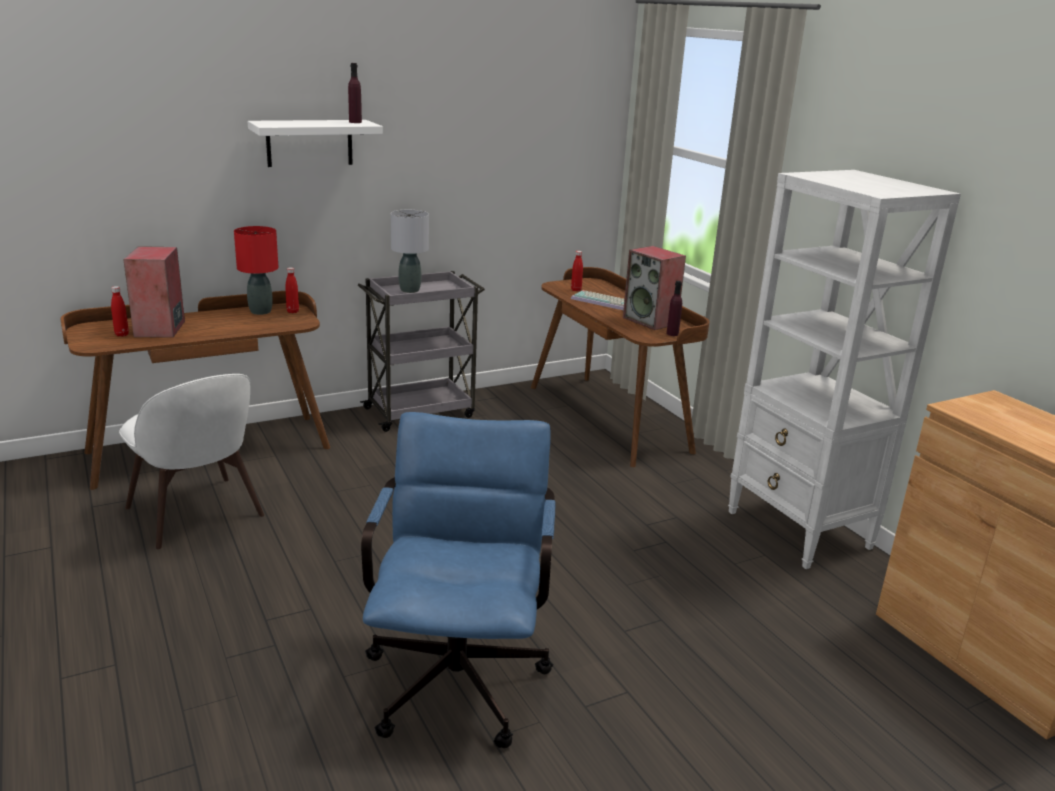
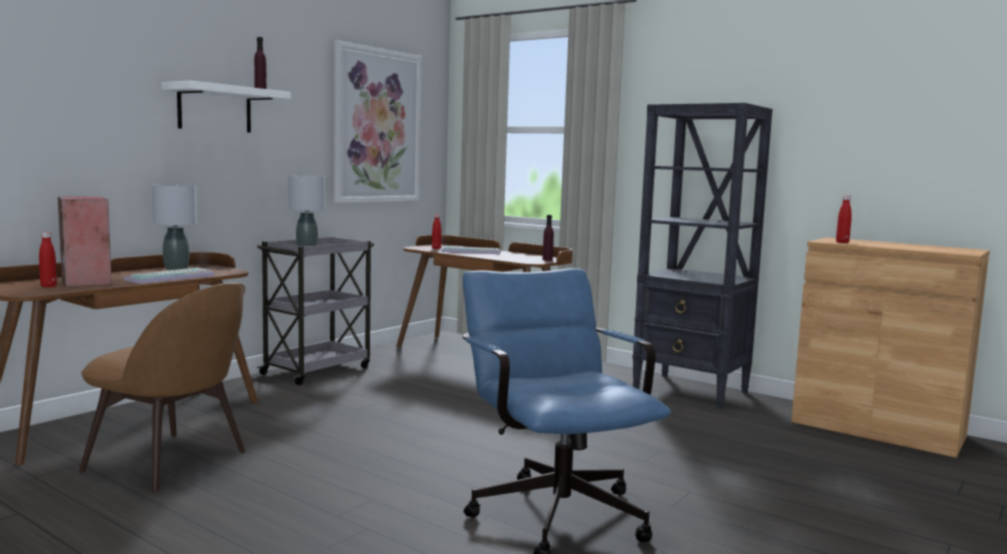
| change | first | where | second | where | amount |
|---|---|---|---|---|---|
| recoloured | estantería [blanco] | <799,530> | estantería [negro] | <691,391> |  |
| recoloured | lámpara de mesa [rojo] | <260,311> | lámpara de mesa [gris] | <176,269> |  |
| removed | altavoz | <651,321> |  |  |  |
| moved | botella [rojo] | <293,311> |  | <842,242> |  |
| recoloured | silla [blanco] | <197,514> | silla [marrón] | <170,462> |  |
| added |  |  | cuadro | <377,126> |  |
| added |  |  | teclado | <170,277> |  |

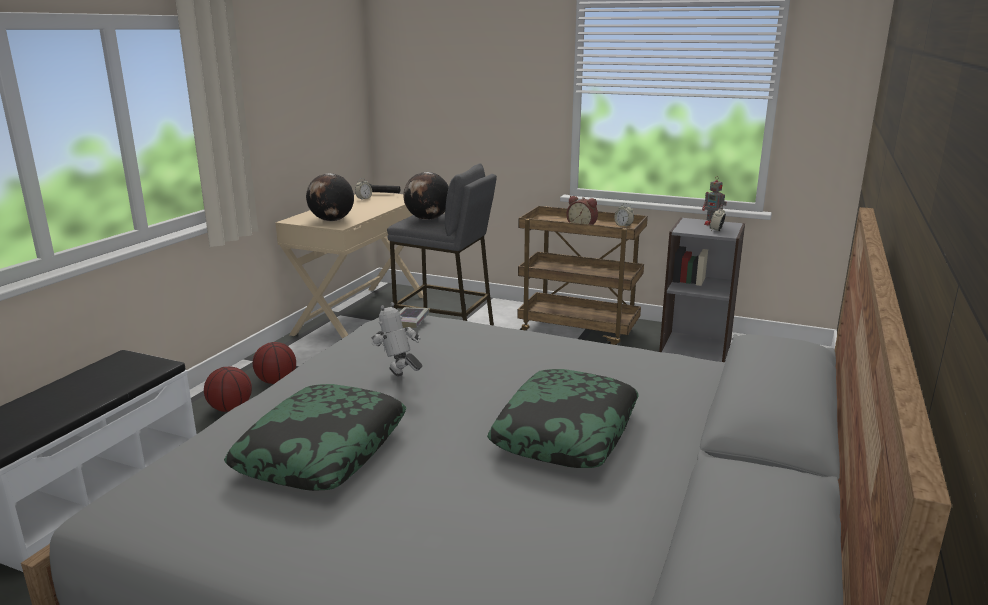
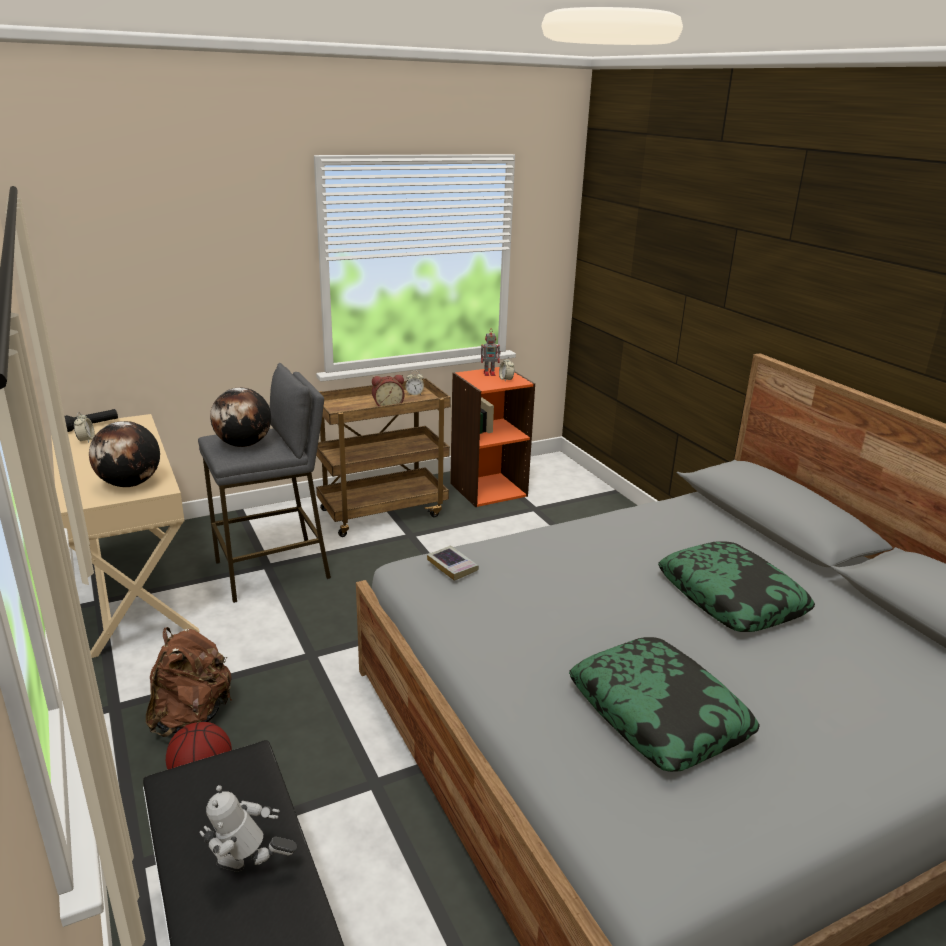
| change | first | where | second | where | amount |
|---|---|---|---|---|---|
| recoloured | estantería [gris] | <696,347> | estantería [naranja] | <488,489> |  |
| moved | robot de juguete | <399,379> |  | <249,873> |  |
| replaced | balón de baloncesto | <276,381> | mochila [marrón] | <191,716> |  |

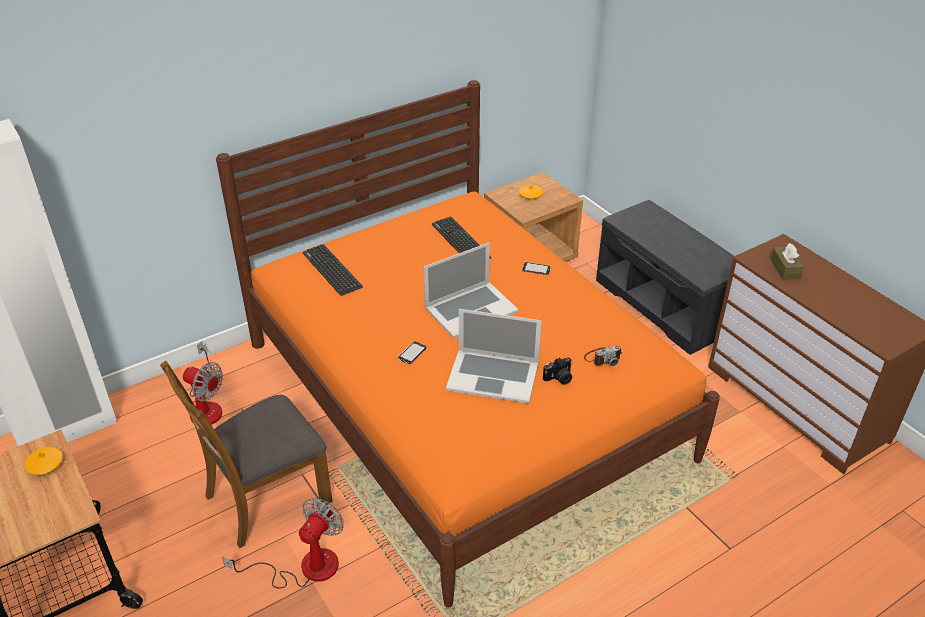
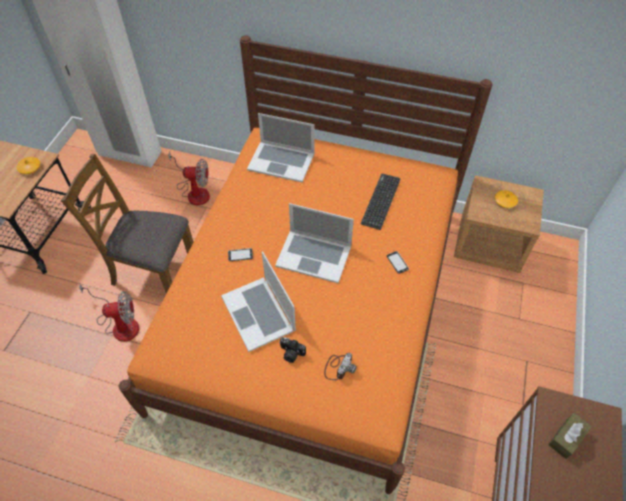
| change | first | where | second | where | amount |
|---|---|---|---|---|---|
| removed | banco [gris] | <665,305> |  |  |  |
| replaced | teclado | <332,270> | portátil | <281,161> |  |
| turned | ventilador | <206,406> |  | <194,191> | 75 degrees counterclockwise |
| turned | cámara | <602,358> |  | <338,367> | 90 degrees counterclockwise |

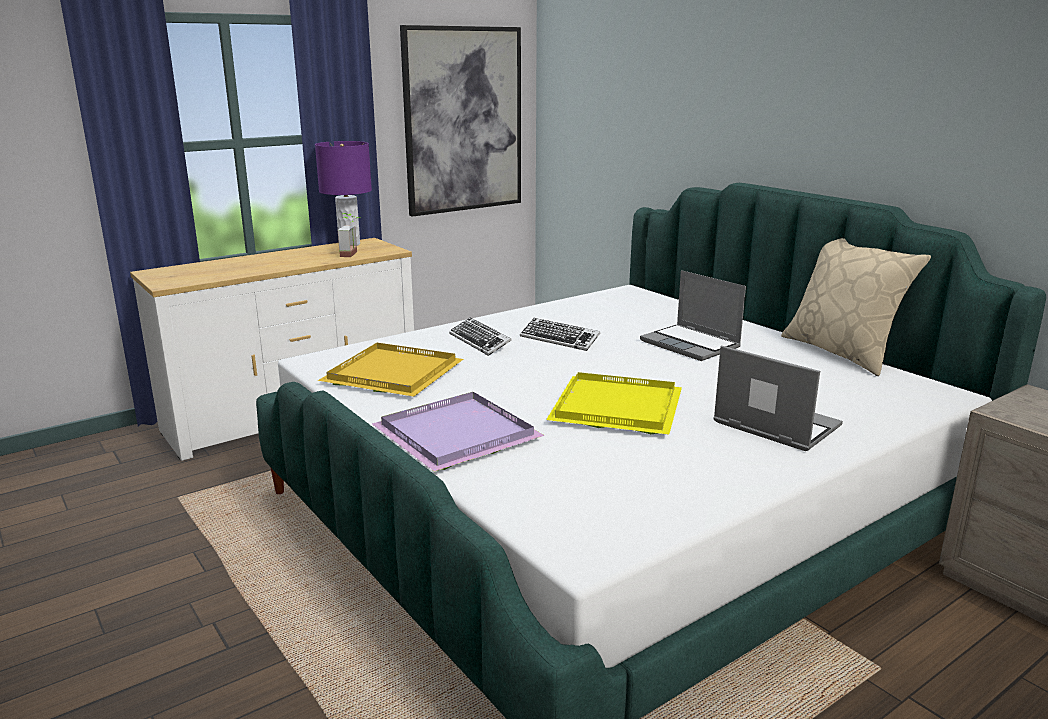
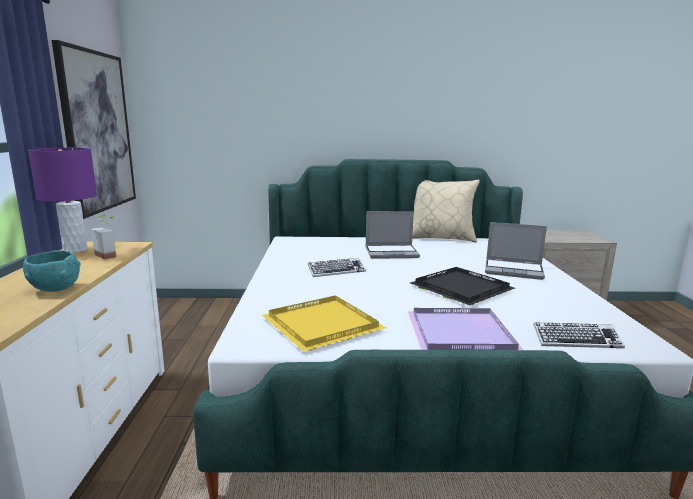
| change | first | where | second | where | amount |
|---|---|---|---|---|---|
| moved | teclado | <480,341> |  | <576,340> |  |
| turned | portátil | <774,425> |  | <514,270> | 150 degrees counterclockwise |
| recoloured | bandeja [amarillo] | <614,407> | bandeja [negro] | <459,288> |  |
| added |  |  | cuenco [turquesa] | <55,289> |  |

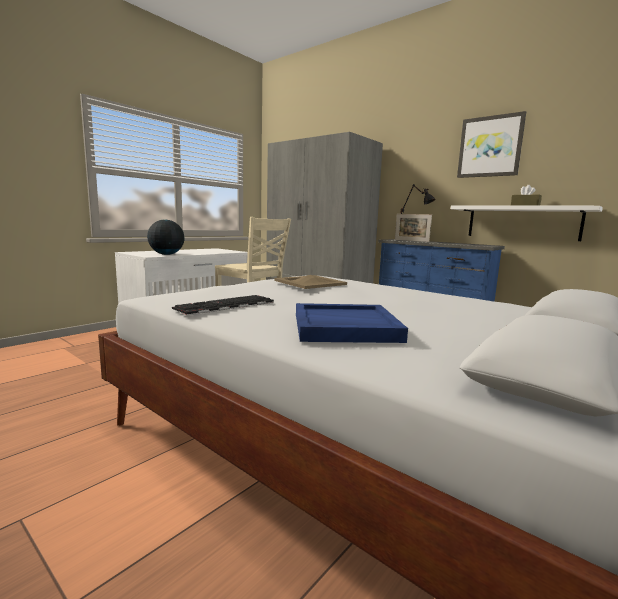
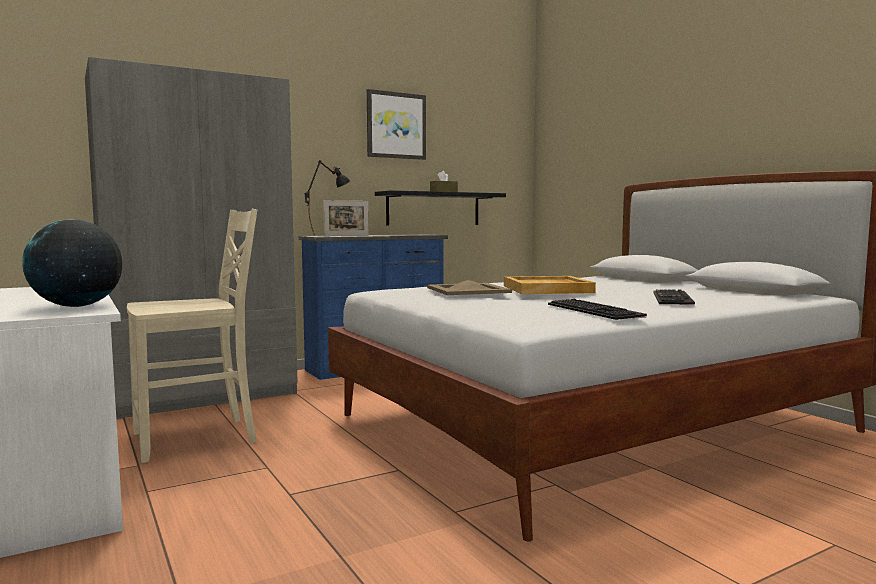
| change | first | where | second | where | amount |
|---|---|---|---|---|---|
| recoloured | estante [blanco] | <522,222> | estante [negro] | <433,209> |  |
| replaced | bandeja [azul] | <344,327> | teclado | <674,298> |  |
| added |  |  | bandeja [beis] | <548,289> |  |

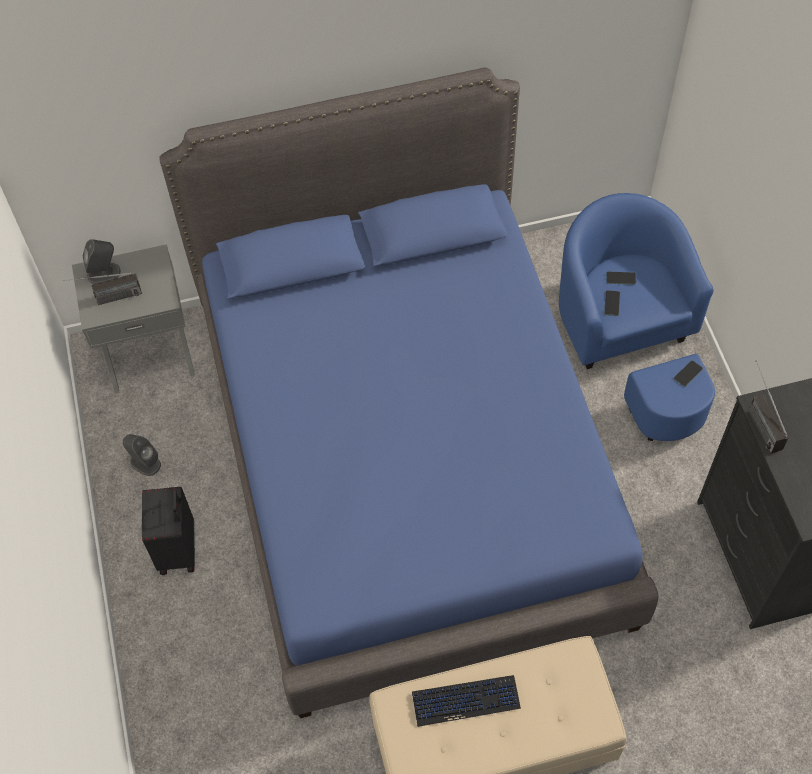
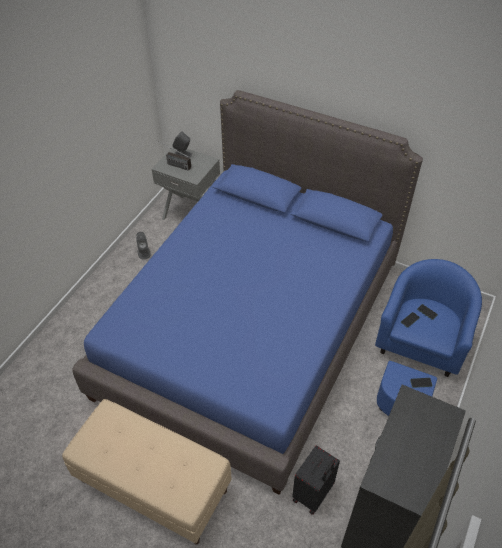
| change | first | where | second | where | amount |
|---|---|---|---|---|---|
| removed | radio | <757,419> |  |  |  |
| moved | maleta [negro] | <179,550> |  | <313,494> |  |
| removed | teclado | <466,700> |  |  |  |

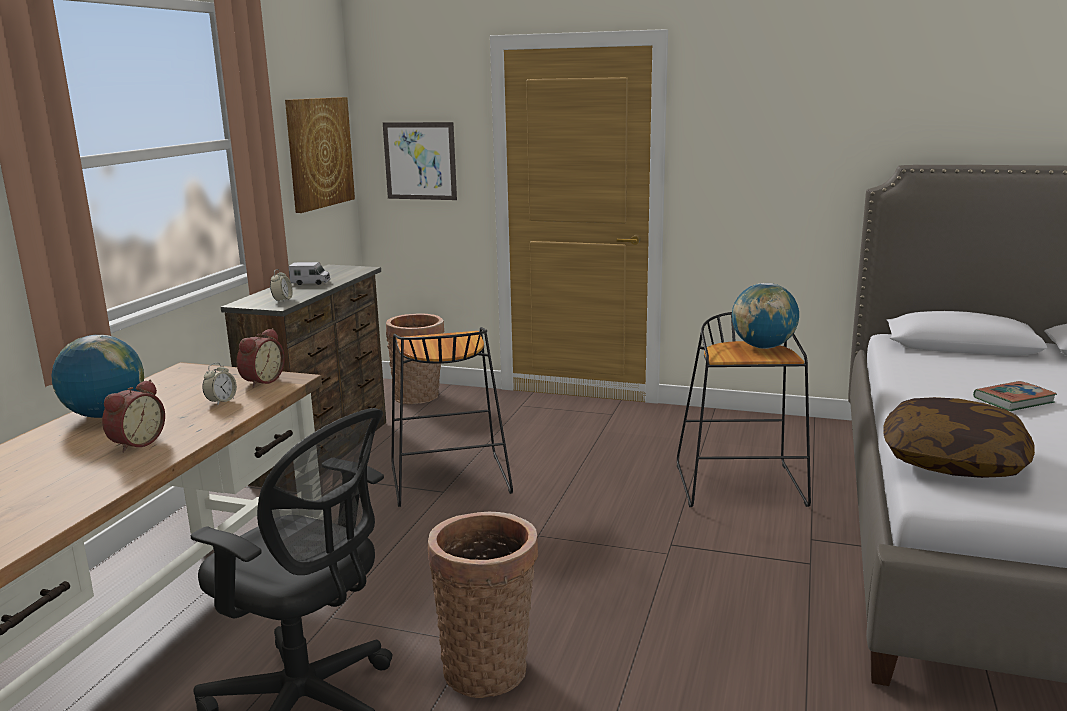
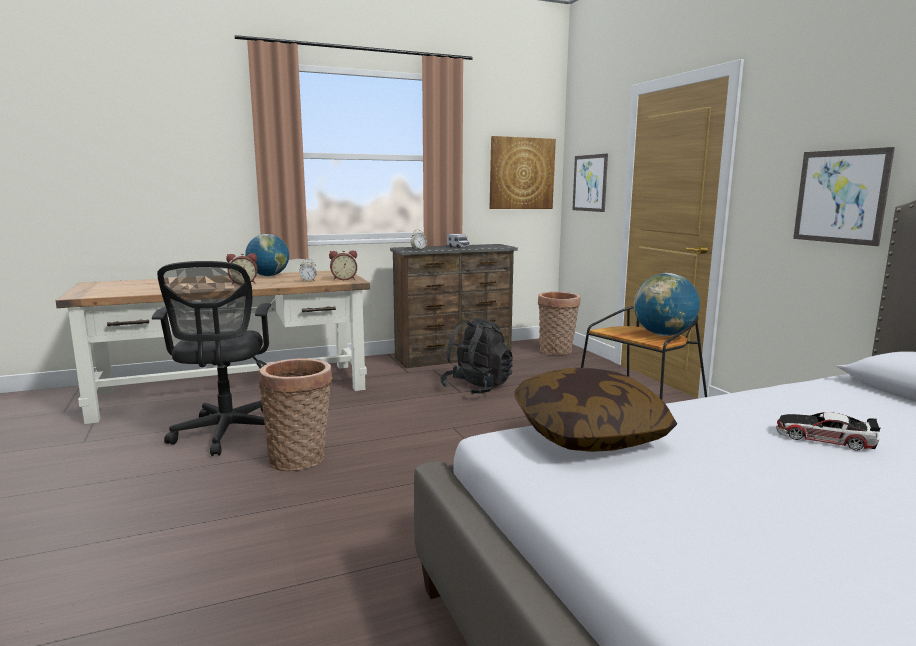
| change | first | where | second | where | amount |
|---|---|---|---|---|---|
| replaced | taburete [negro] | <448,478> | mochila [negro] | <476,388> |  |
| replaced | libro | <1013,400> | coche de juguete | <824,438> |  |
| added |  |  | cuadro | <840,196> |  |

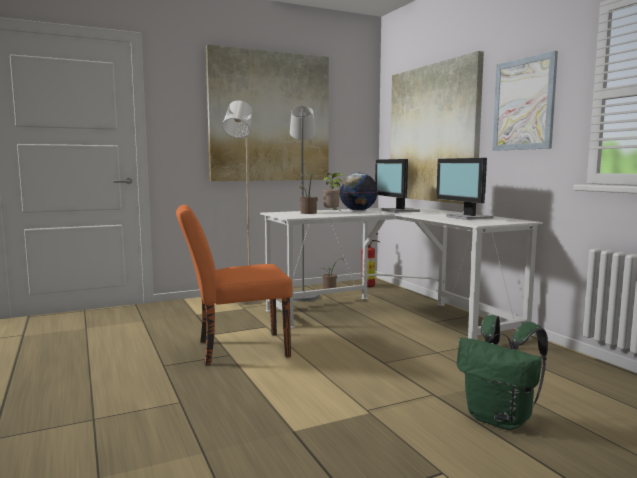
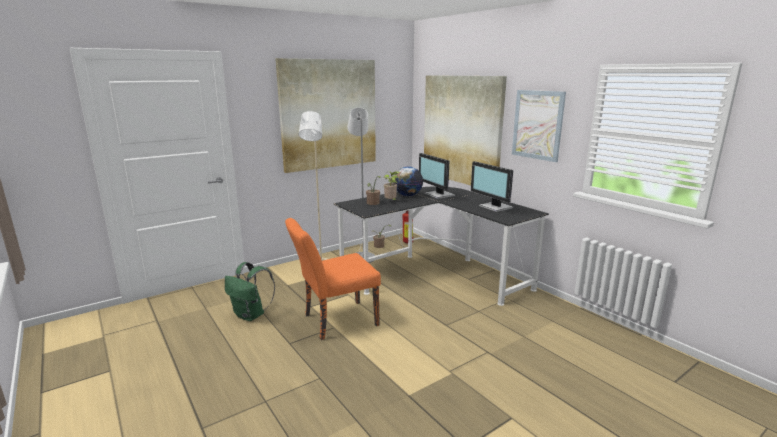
| change | first | where | second | where | amount |
|---|---|---|---|---|---|
| recoloured | escritorio [blanco] | <392,314> | escritorio [negro] | <436,273> |  |
| moved | mochila [verde] | <500,419> |  | <251,315> |  |

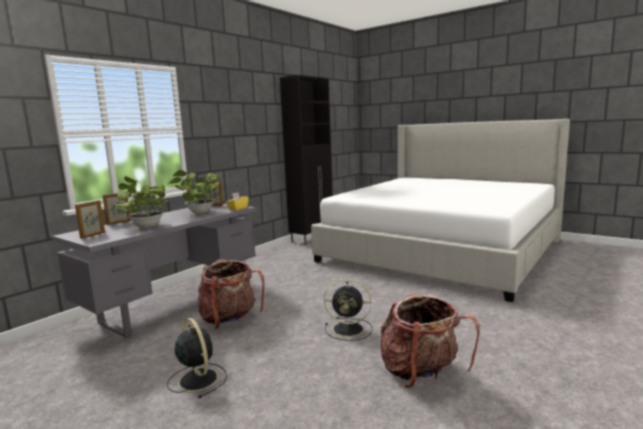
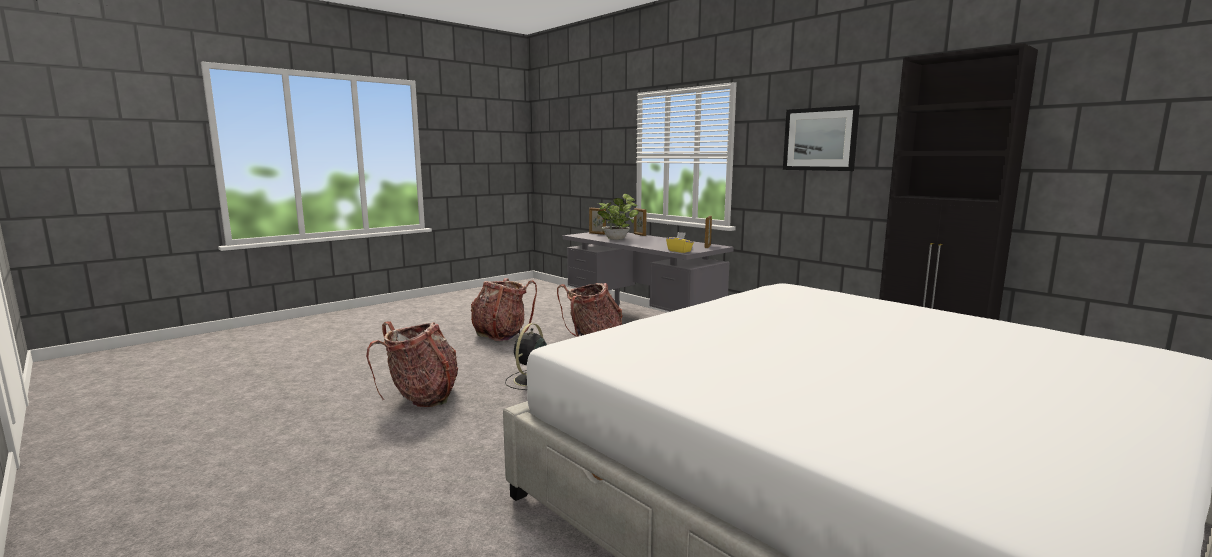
| change | first | where | second | where | amount |
|---|---|---|---|---|---|
| removed | planta en maceta | <198,213> |  |  |  |
| replaced | ventilador [negro] | <197,379> | mochila | <501,334> |  |
| added |  |  | cuadro | <820,139> |  |

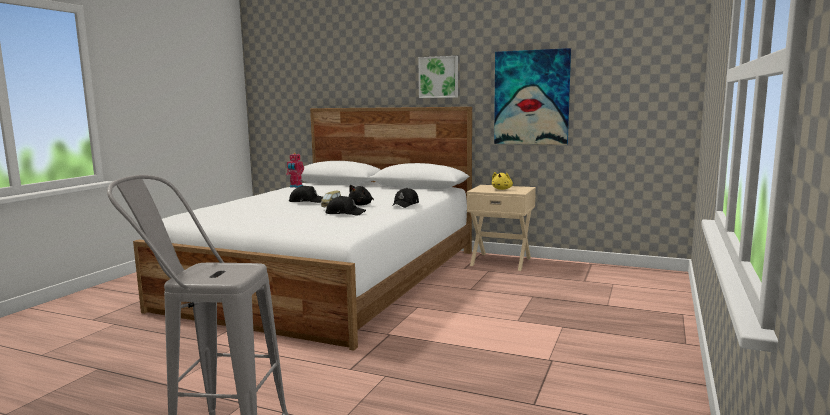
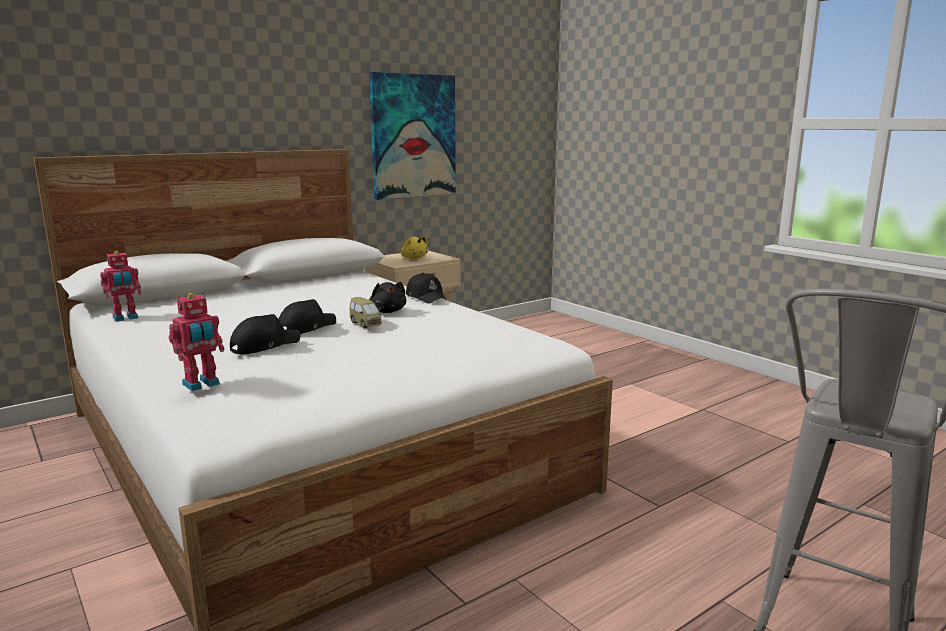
| change | first | where | second | where | amount |
|---|---|---|---|---|---|
| removed | cuadro | <439,77> |  |  |  |
| moved | gorra [negro] | <345,213> |  | <264,345> |  |
| added |  |  | robot de juguete | <202,385> |  |

